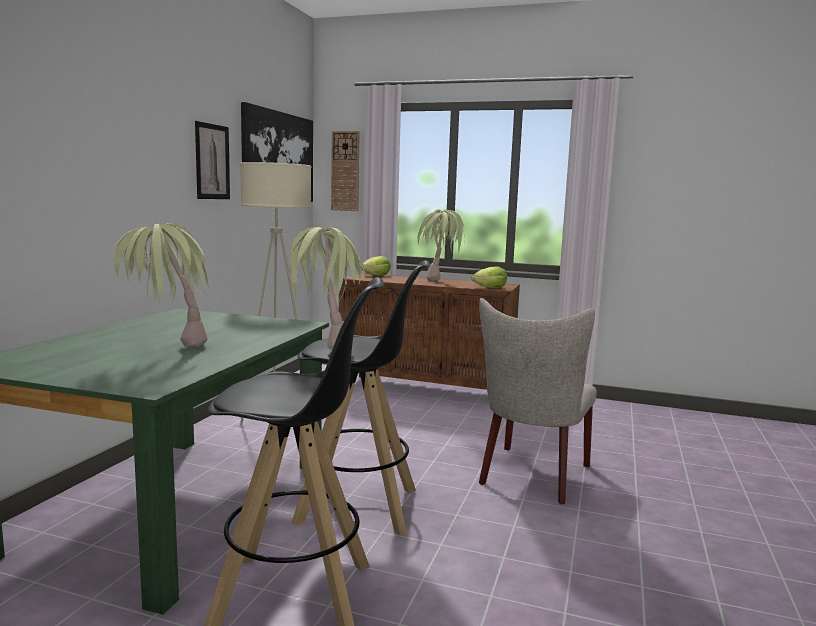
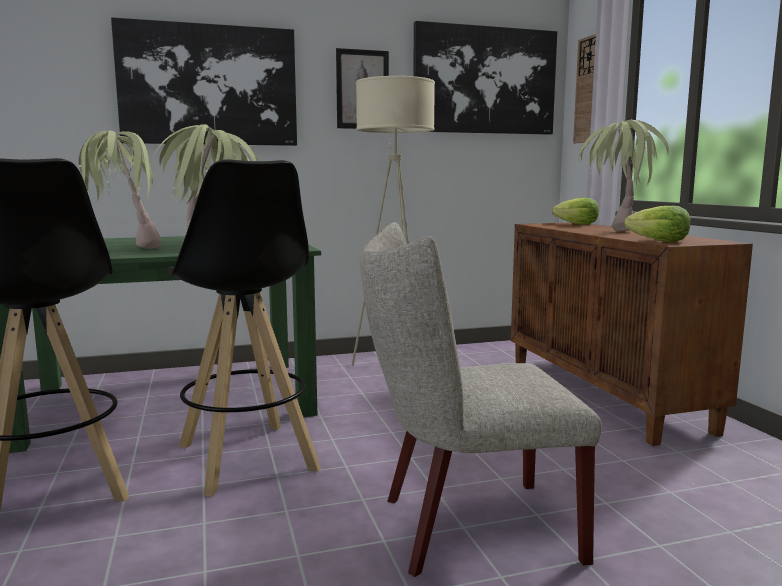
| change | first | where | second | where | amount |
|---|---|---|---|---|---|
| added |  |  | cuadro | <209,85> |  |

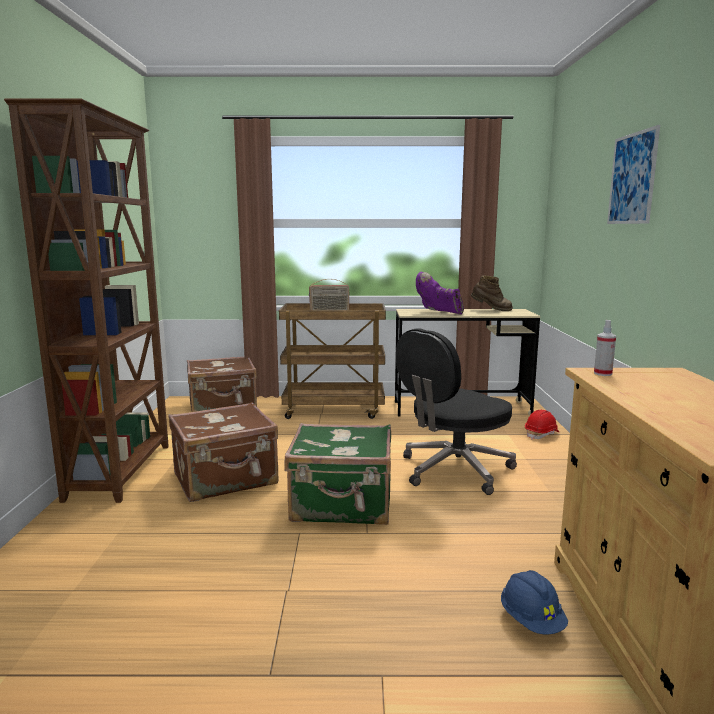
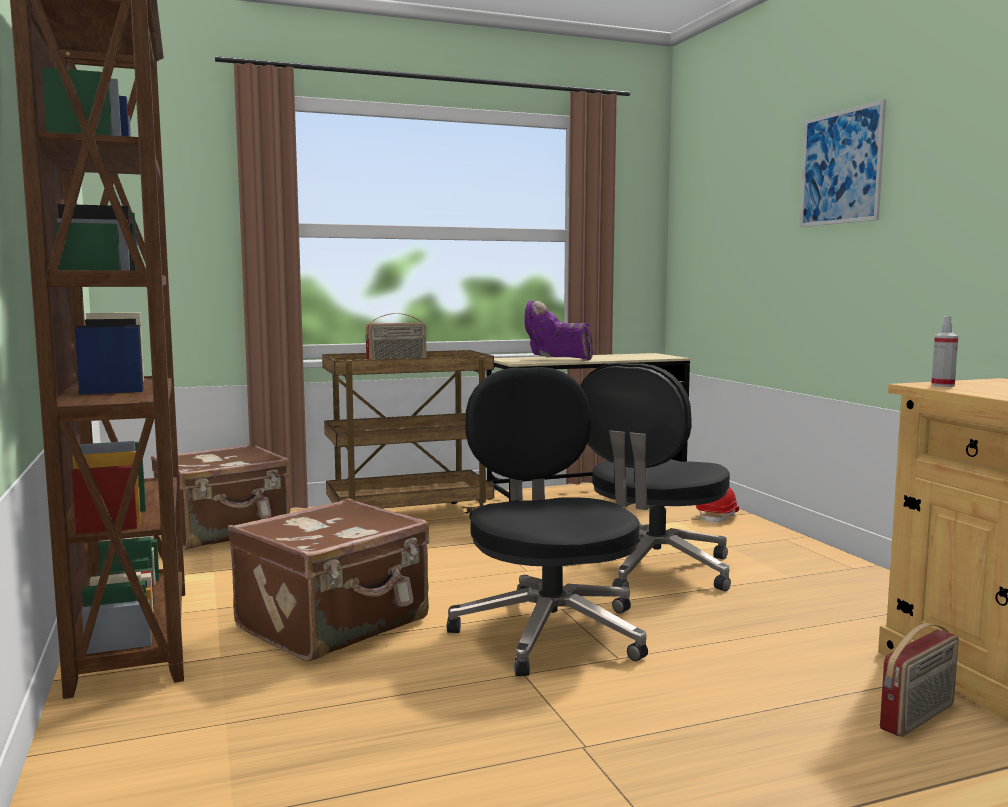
| change | first | where | second | where | amount |
|---|---|---|---|---|---|
| removed | bota [marrón] | <491,310> |  |  |  |
| replaced | maleta [verde] | <342,505> | silla de oficina [negro] | <548,630> |  |
| replaced | casco [azul] | <531,621> | radio | <919,717> |  |

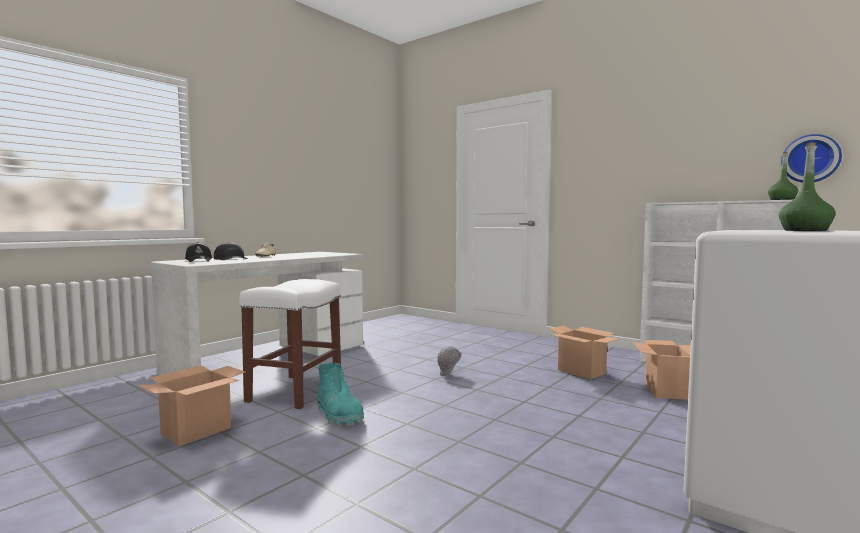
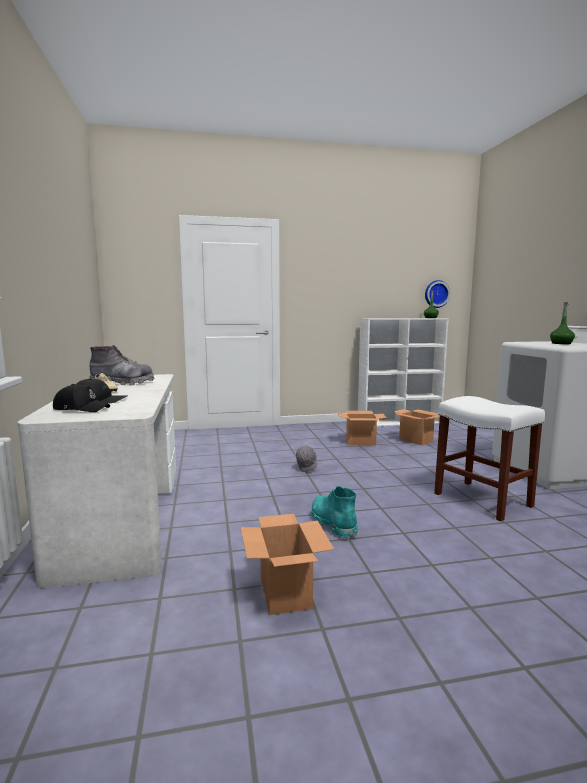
| change | first | where | second | where | amount |
|---|---|---|---|---|---|
| moved | taburete [blanco] | <295,391> |  | <483,500> |  |
| turned | bota [turquesa] | <339,415> |  | <333,524> | 120 degrees counterclockwise |
| added |  |  | bota [gris] | <122,383> |  |

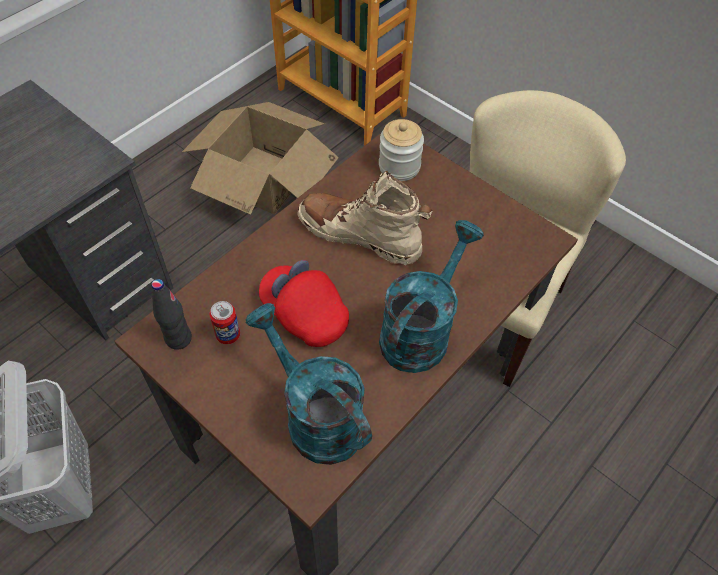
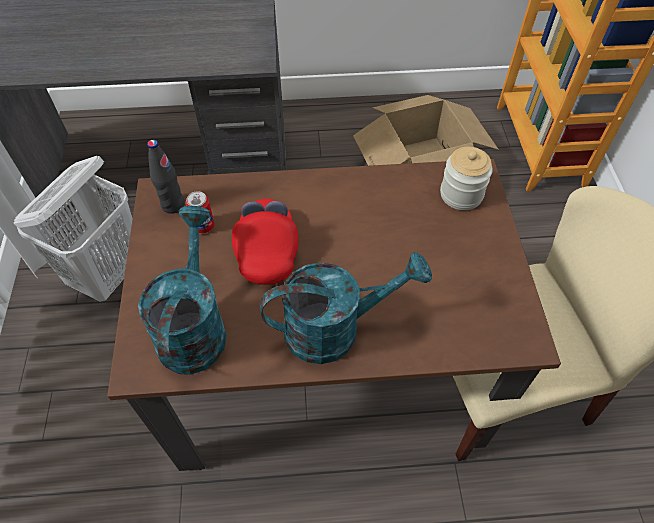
| change | first | where | second | where | amount |
|---|---|---|---|---|---|
| removed | bota [beis] | <360,235> |  |  |  |

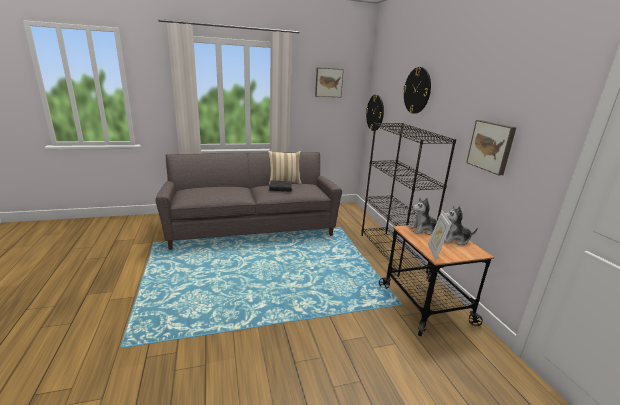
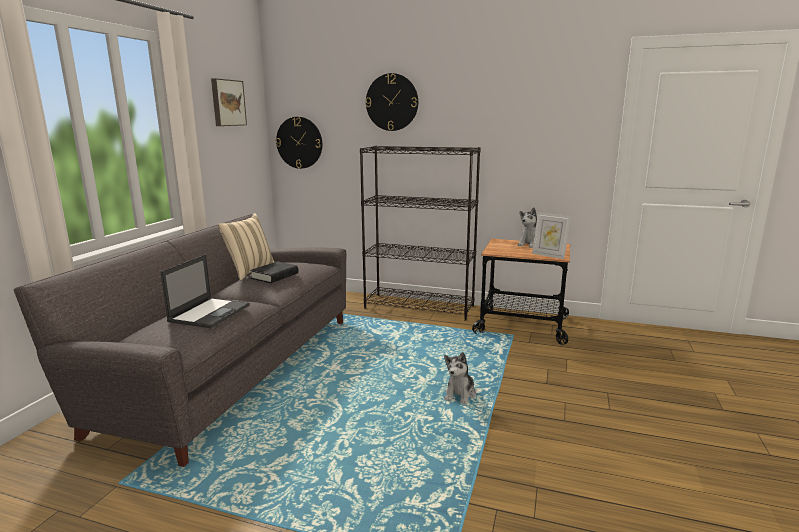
| change | first | where | second | where | amount |
|---|---|---|---|---|---|
| removed | cuadro | <491,146> |  |  |  |
| moved | peluche | <423,230> |  | <460,394> |  |
| added |  |  | portátil | <210,313> |  |

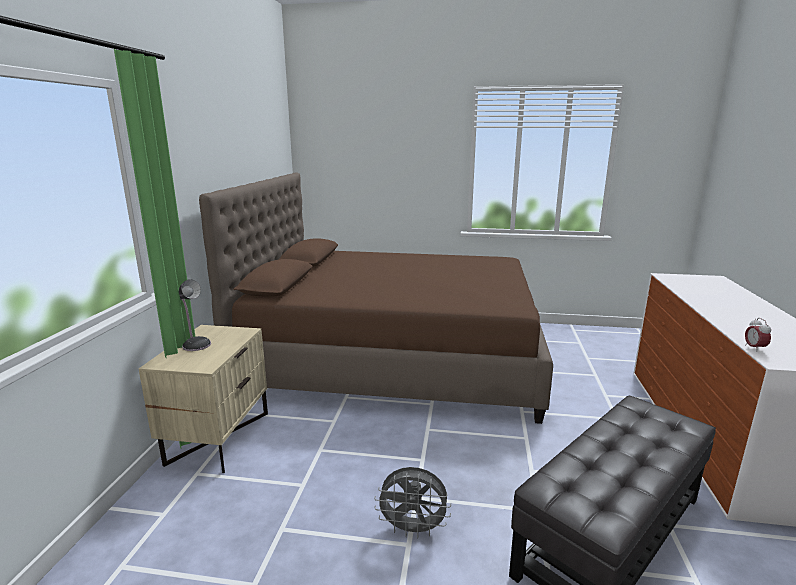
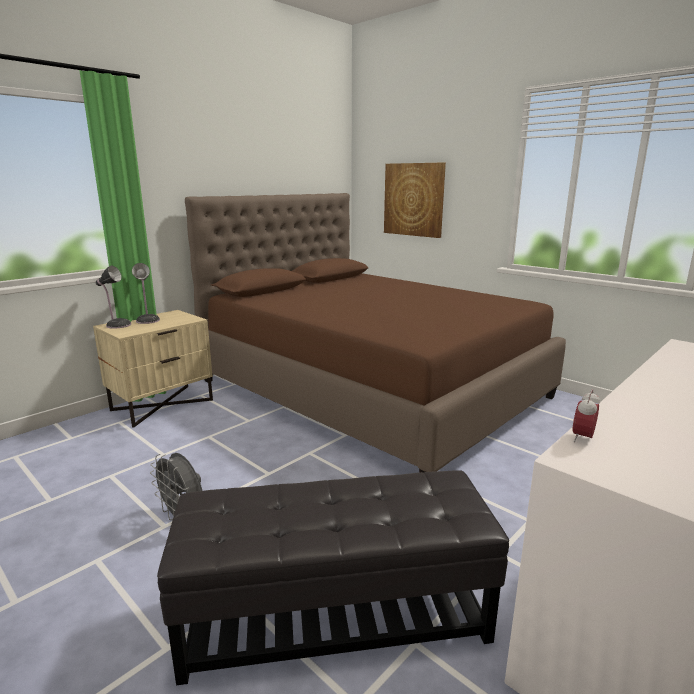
| change | first | where | second | where | amount |
|---|---|---|---|---|---|
| added |  |  | cuadro | <414,199> |  |
| added |  |  | lámpara de mesa | <117,325> |  |

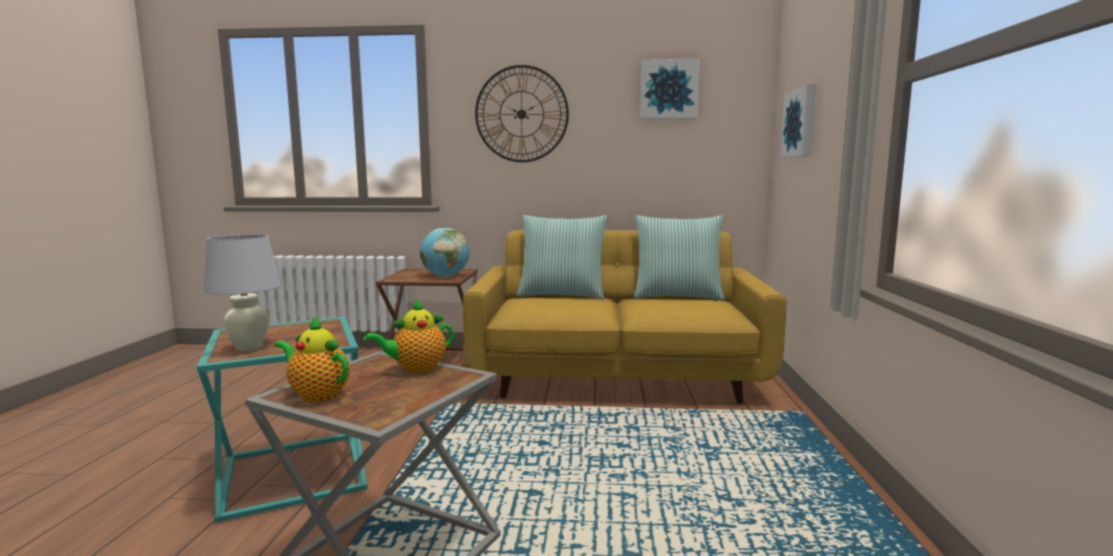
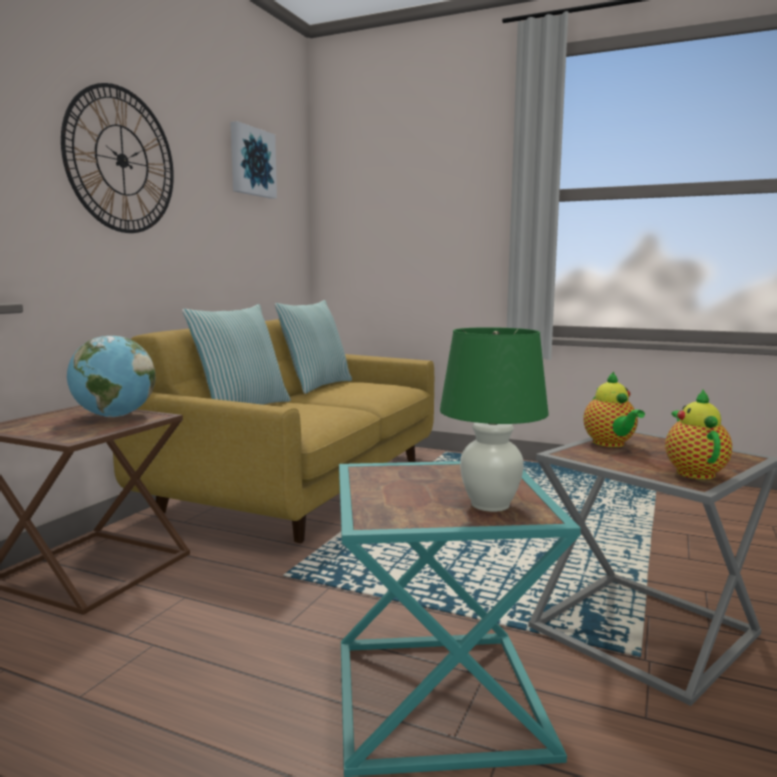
| change | first | where | second | where | amount |
|---|---|---|---|---|---|
| removed | cuadro | <801,123> |  |  |  |
| recoloured | lámpara de mesa [blanco] | <249,347> | lámpara de mesa [verde] | <489,505> |  |
| turned | tetera | <317,395> |  | <693,472> | 135 degrees clockwise |

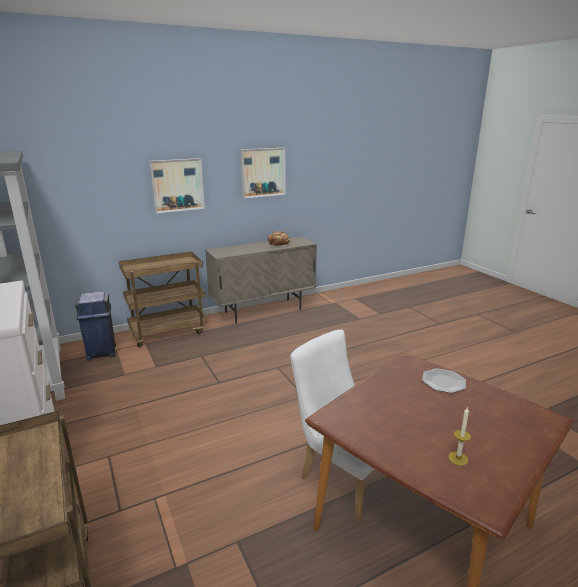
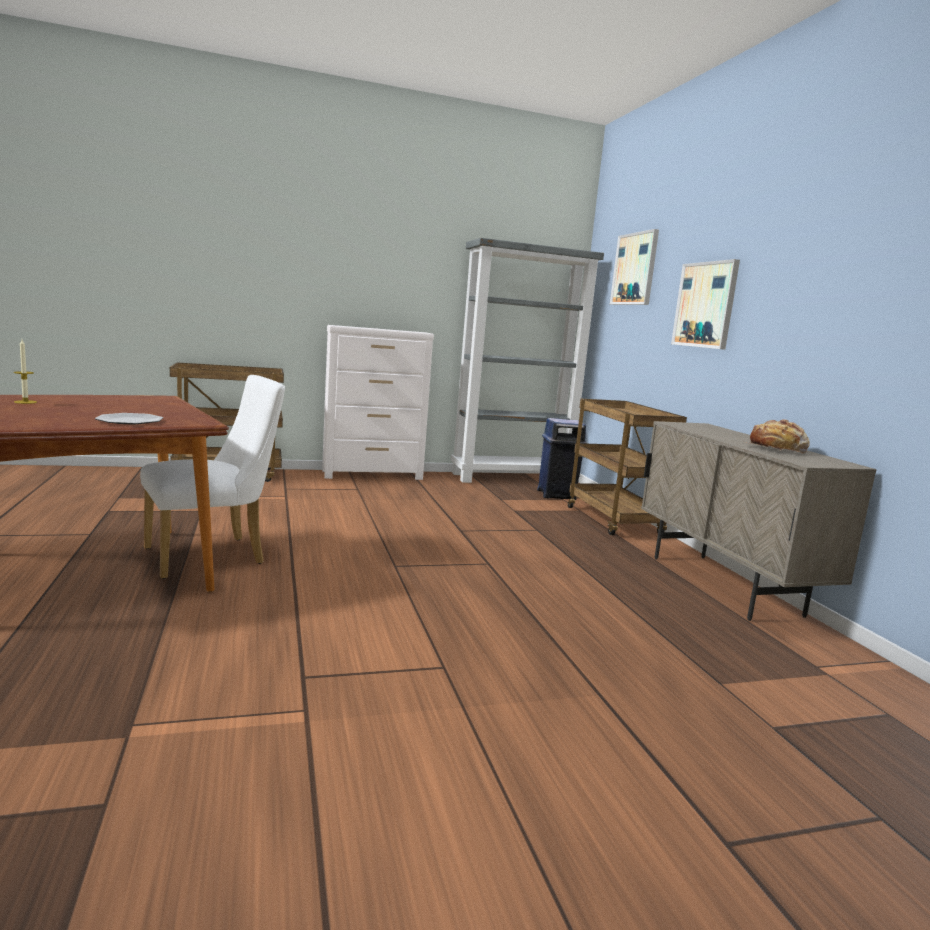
| change | first | where | second | where | amount |
|---|---|---|---|---|---|
| moved | cuadro | <263,172> |  | <635,269> |  |

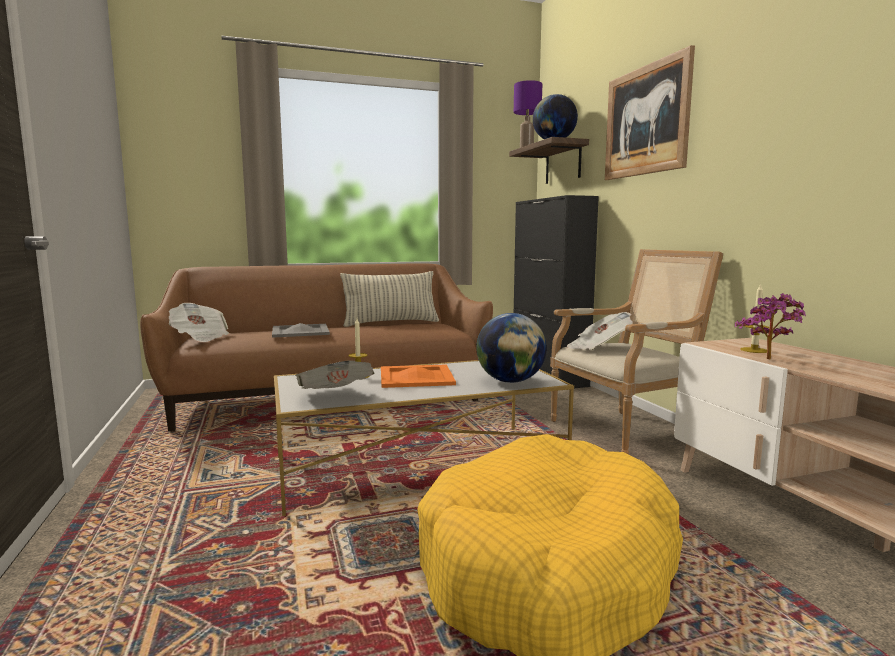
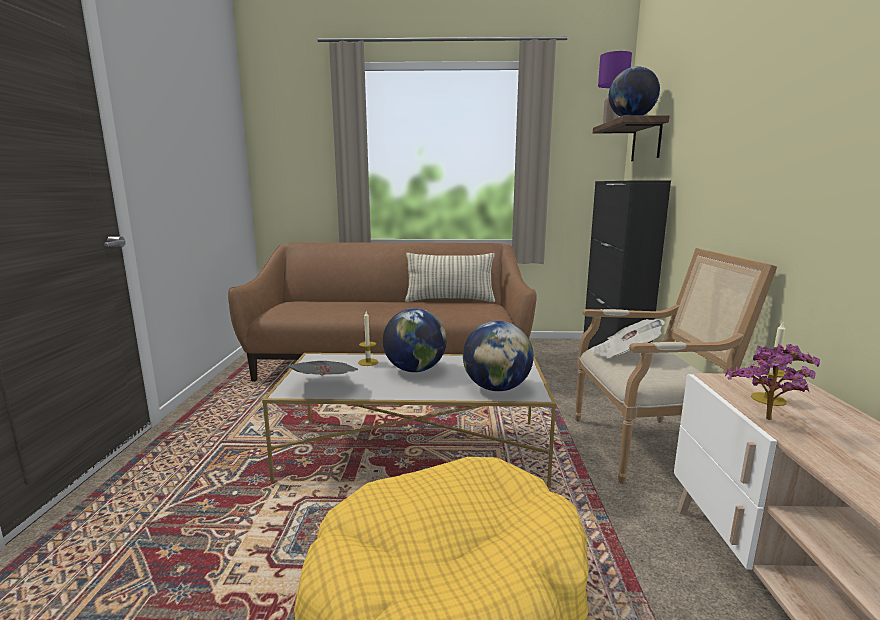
| change | first | where | second | where | amount |
|---|---|---|---|---|---|
| removed | cuadro | <646,120> |  |  |  |
| removed | periódico | <200,337> |  |  |  |
| removed | bandeja [gris] | <301,331> |  |  |  |
| replaced | bandeja [naranja] | <415,376> | globo terráqueo | <415,370> |  |

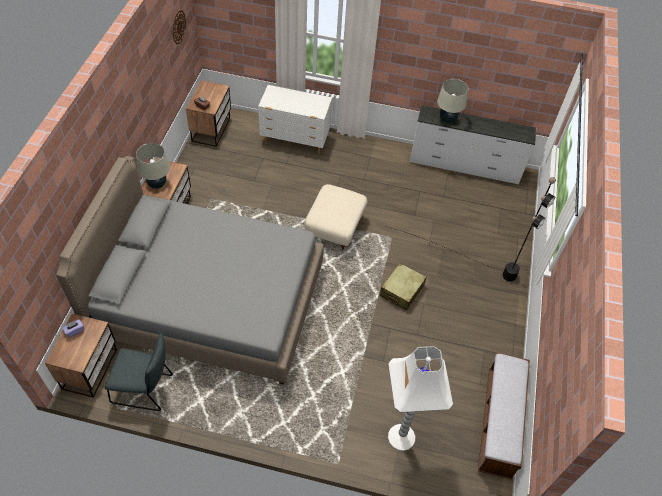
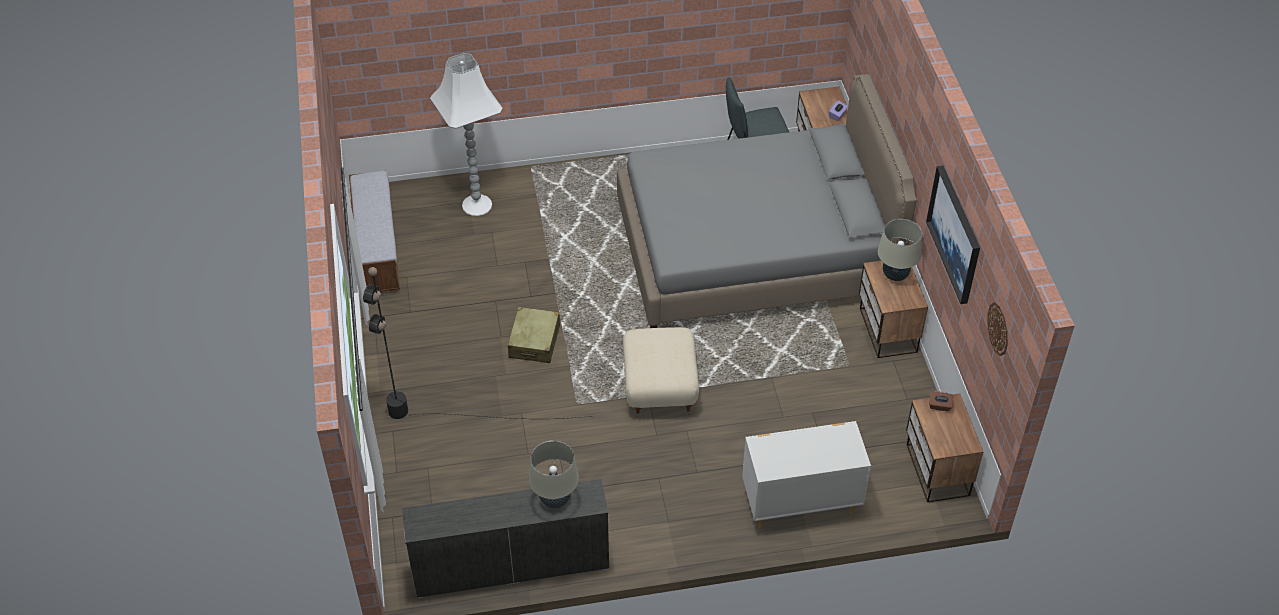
| change | first | where | second | where | amount |
|---|---|---|---|---|---|
| added |  |  | cuadro | <955,234> |  |

